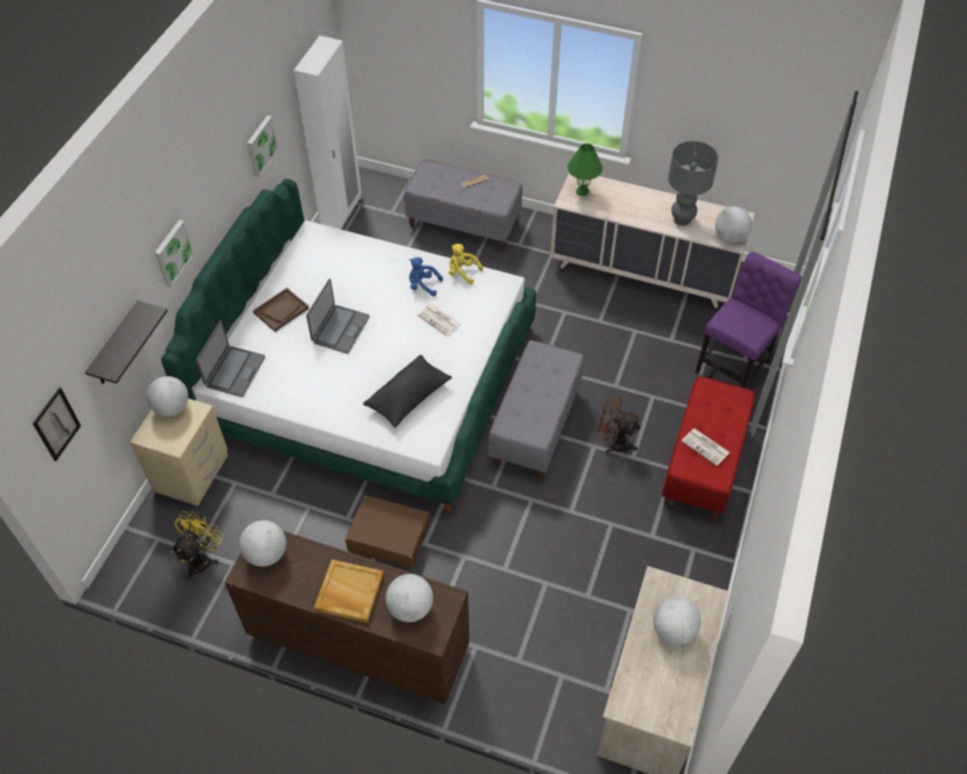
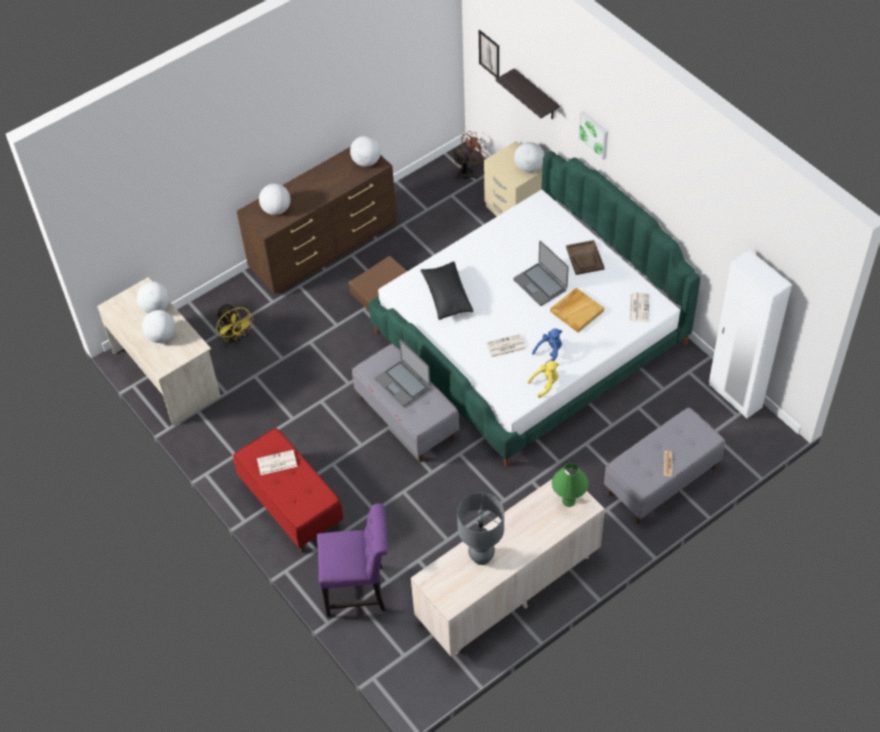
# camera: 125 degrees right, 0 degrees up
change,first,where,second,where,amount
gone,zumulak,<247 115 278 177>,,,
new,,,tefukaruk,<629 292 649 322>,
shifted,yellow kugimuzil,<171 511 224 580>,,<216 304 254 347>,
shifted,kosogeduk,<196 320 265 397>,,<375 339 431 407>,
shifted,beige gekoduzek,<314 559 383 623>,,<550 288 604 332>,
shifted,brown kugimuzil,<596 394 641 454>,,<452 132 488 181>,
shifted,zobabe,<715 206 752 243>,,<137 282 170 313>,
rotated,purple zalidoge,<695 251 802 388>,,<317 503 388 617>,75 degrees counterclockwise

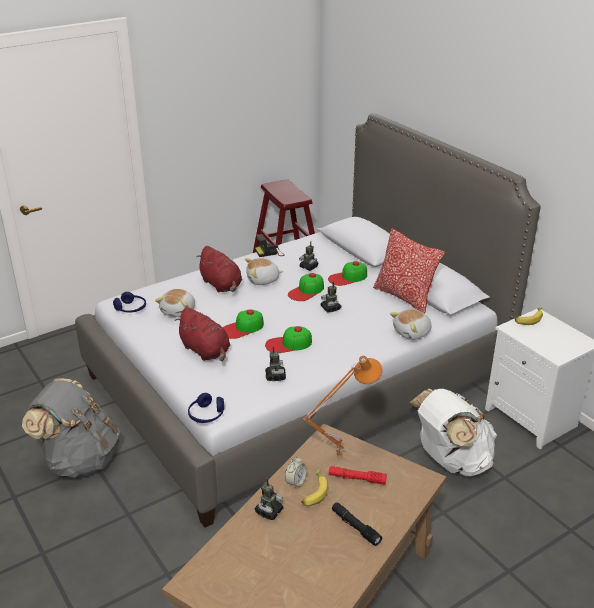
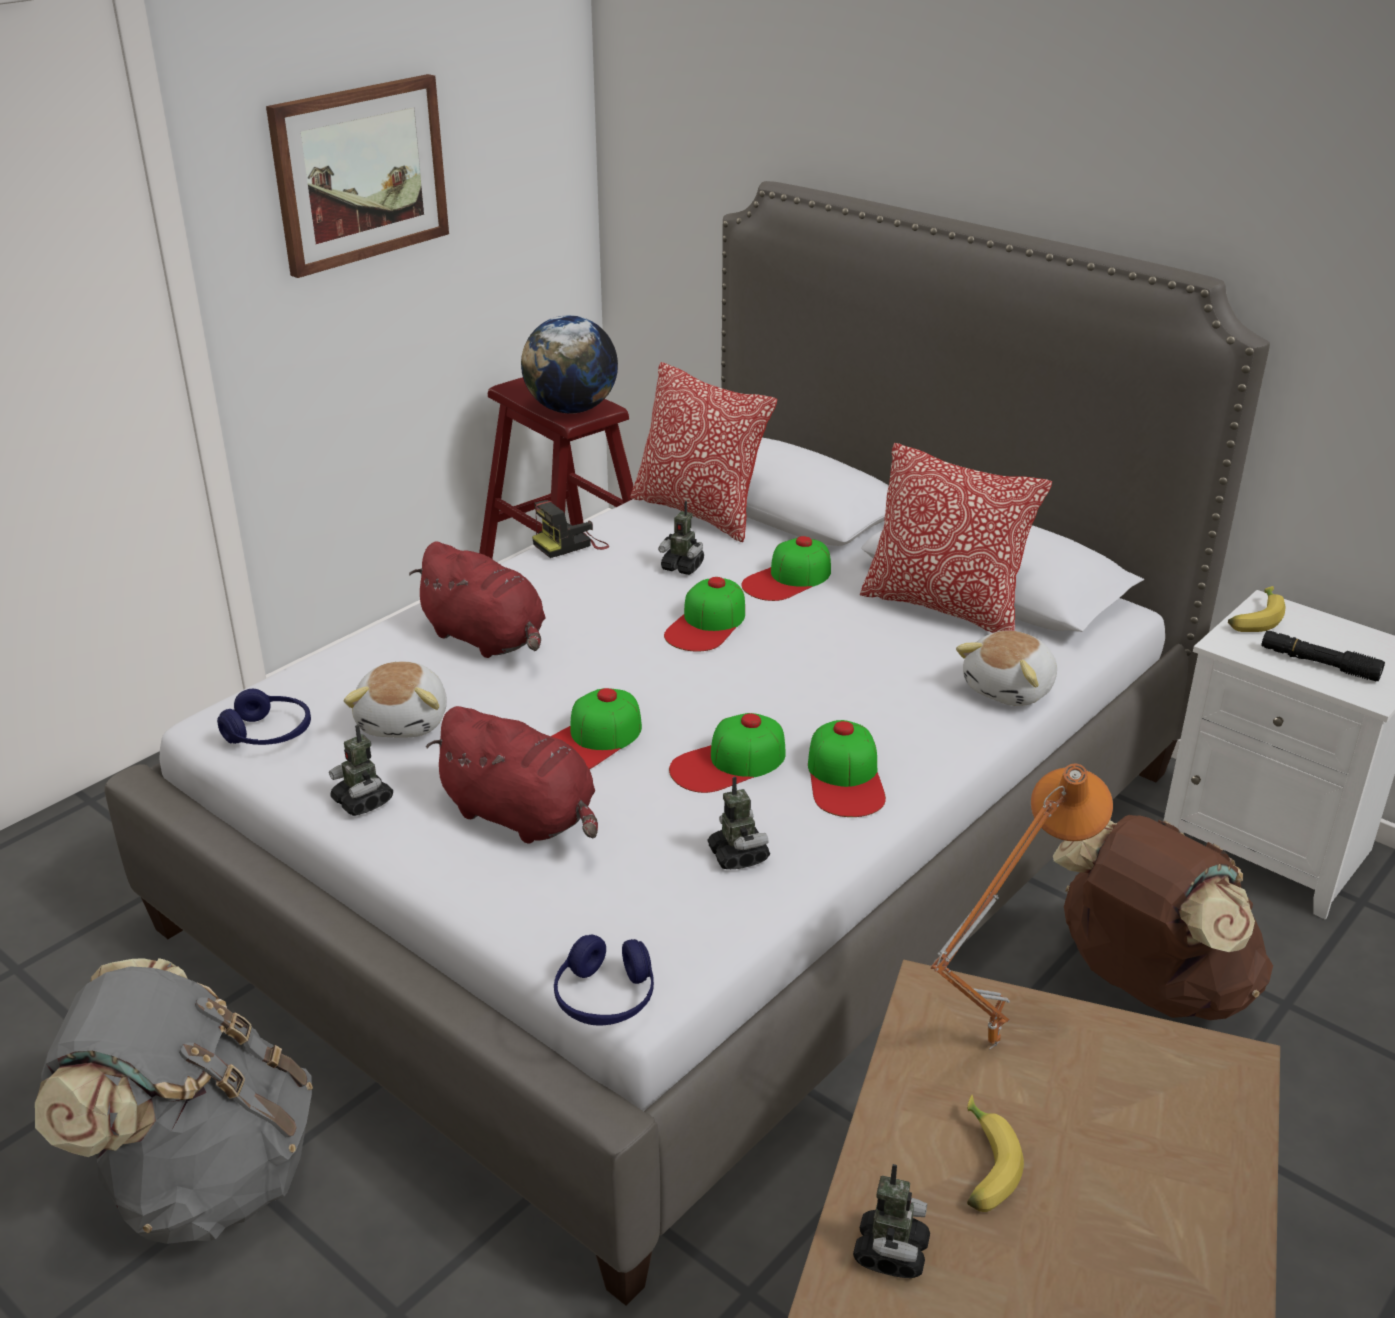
# camera: 15 degrees left, 0 degrees up
change,first,where,second,where,amount
gone,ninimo,<245 258 283 285>,,,
gone,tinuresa,<285 456 307 489>,,,
gone,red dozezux,<329 466 387 485>,,,
new,,,zumulak,<266 74 449 278>,
new,,,zobabe,<521 315 618 414>,
new,,,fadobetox,<630 362 777 543>,
new,,,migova,<808 720 886 817>,
shifted,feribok,<320 281 342 313>,,<329 725 393 816>,
shifted,black dozezux,<332 502 382 546>,,<1262 631 1385 681>,
repainted,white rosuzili,<410 389 497 476>,brown rosuzili,<1053 815 1273 1020>,

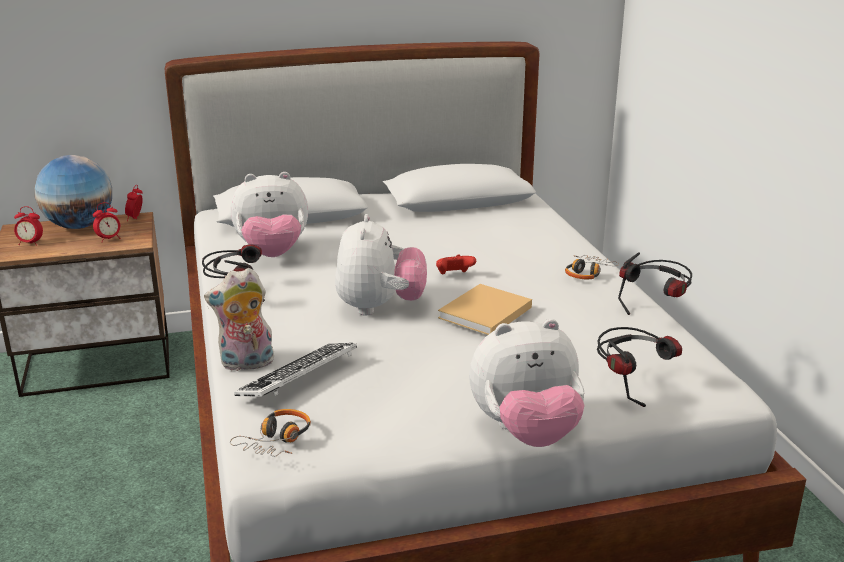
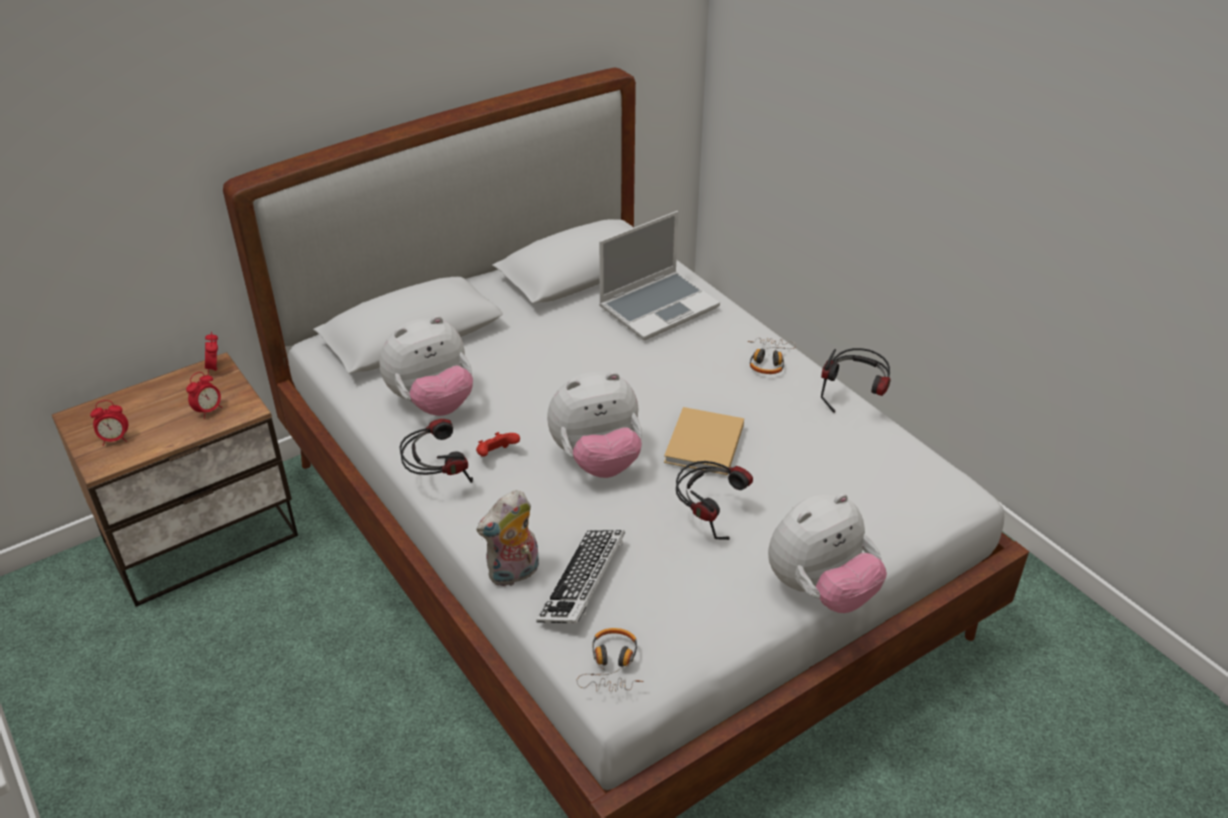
# camera: 20 degrees left, 15 degrees up
change,first,where,second,where,amount
gone,zobabe,<34 155 112 229>,,,
new,,,kosogeduk,<599 211 720 340>,
shifted,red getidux,<436 254 476 274>,,<476 432 520 457>,
shifted,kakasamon,<597 327 682 407>,,<676 461 753 540>,
rotated,ninimo,<335 214 427 316>,,<547 372 642 478>,90 degrees clockwise

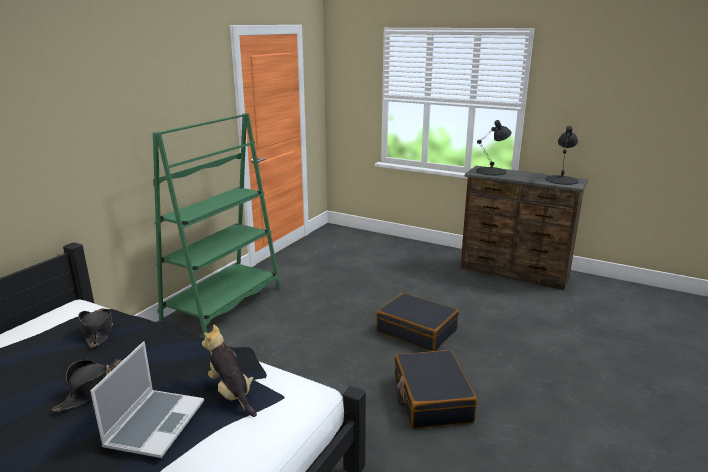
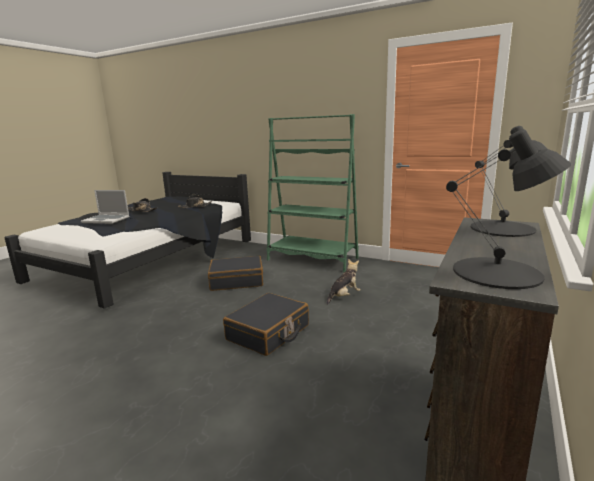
# camera: 90 degrees right, 5 degrees down
change,first,where,second,where,amount
shifted,ninimo,<202 325 257 417>,,<327 259 361 305>,
shifted,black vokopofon,<395 350 477 428>,,<208 256 263 291>,

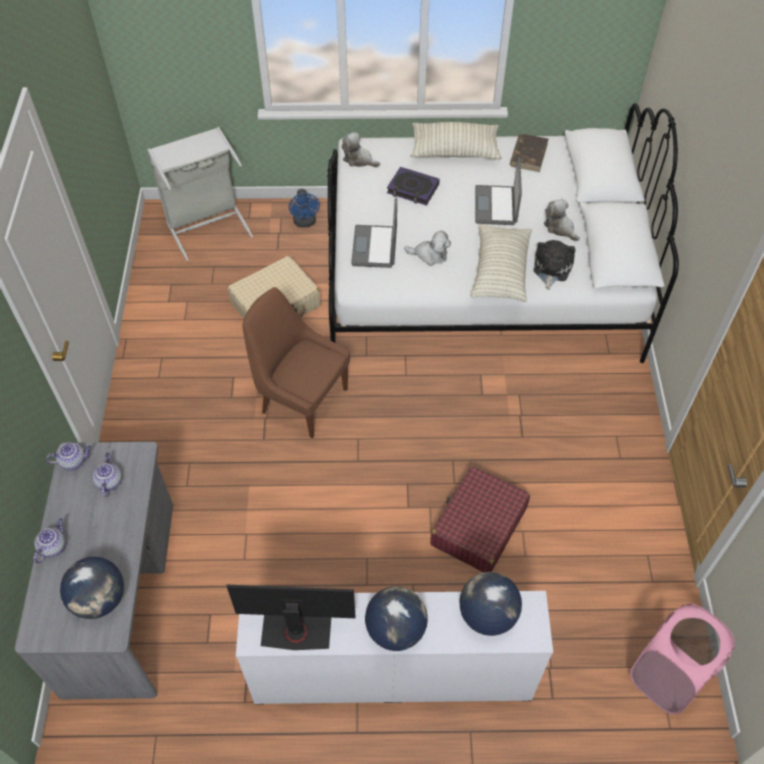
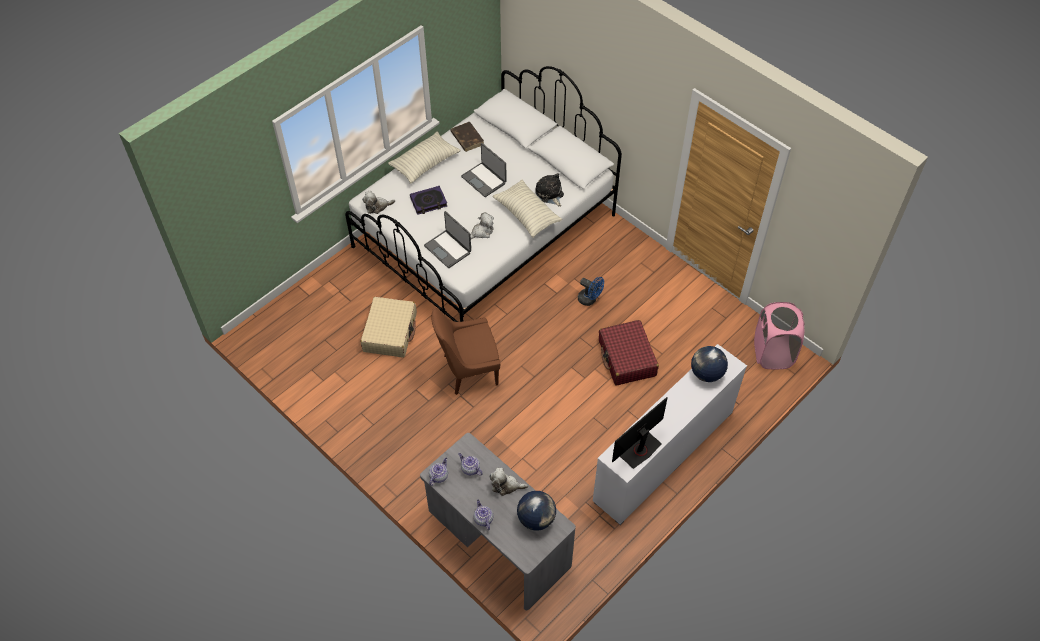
# camera: 45 degrees left, 0 degrees up
change,first,where,second,where,amount
gone,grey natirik,<147 127 253 261>,,,
gone,zobabe,<365 586 428 651>,,,
shifted,blue kugimuzil,<289 189 320 228>,,<578 277 604 306>,
shifted,ninimo,<544 199 580 241>,,<490 468 528 496>,

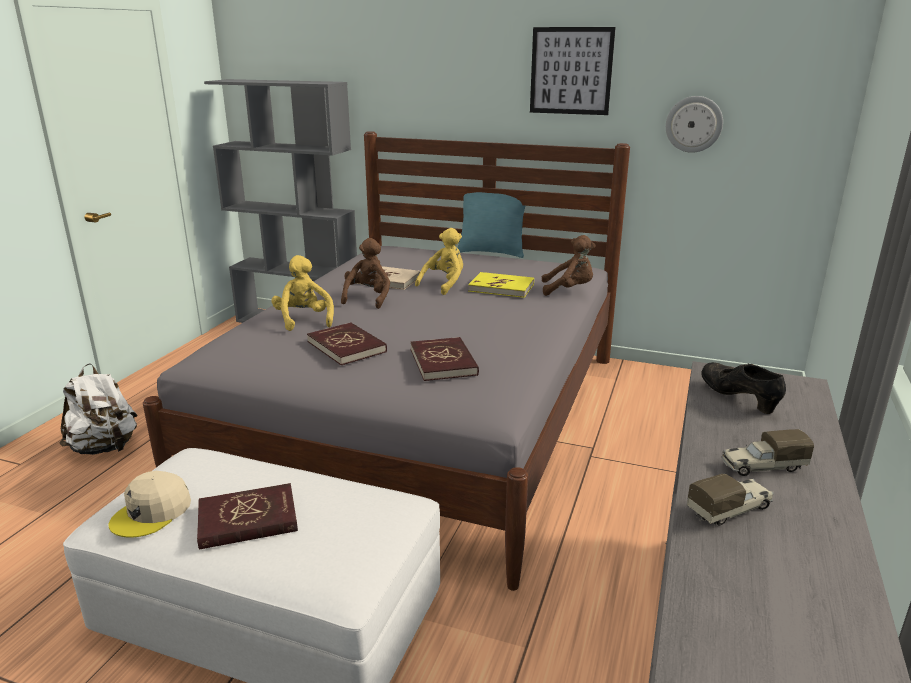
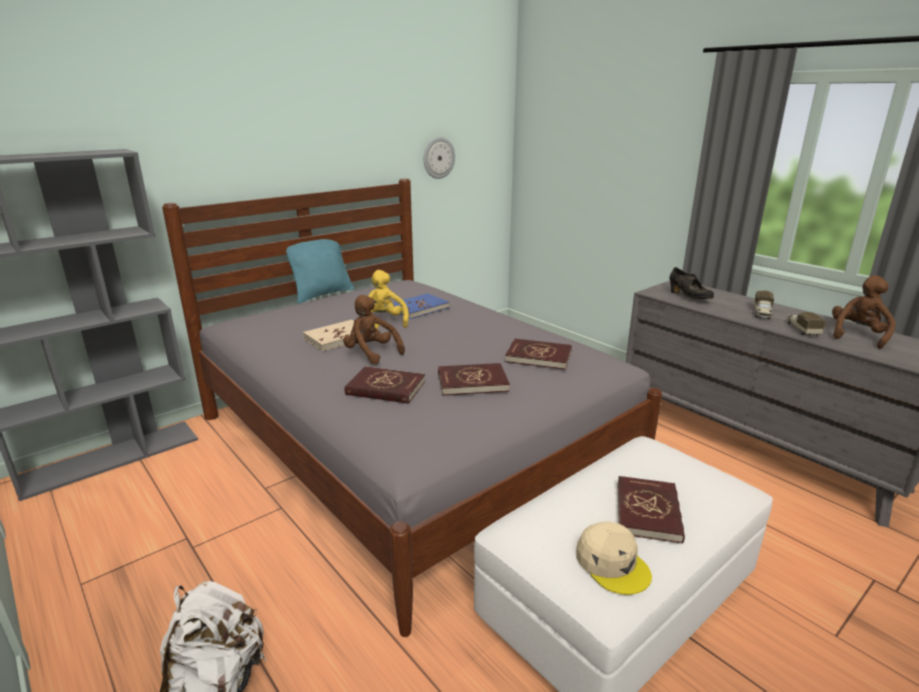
# camera: 60 degrees left, 0 degrees up
change,first,where,second,where,amount
gone,zumulak,<530 27 616 115>,,,
shifted,brown ninimo,<542 235 595 296>,,<832 275 896 349>,
swapped,yellow ninimo,<272 255 334 331>,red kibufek,<344 366 425 404>,
repainted,yellow kibufek,<468 272 534 298>,blue kibufek,<393 293 449 319>,
rotated,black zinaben,<701 362 786 414>,,<669 267 714 299>,120 degrees counterclockwise

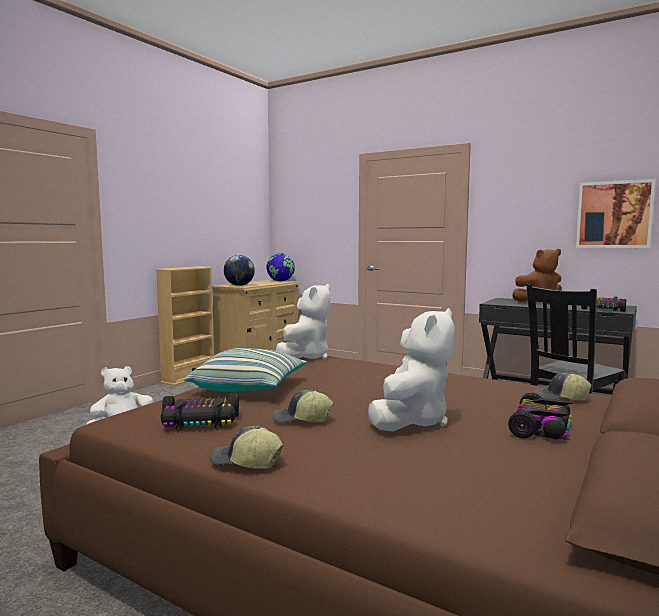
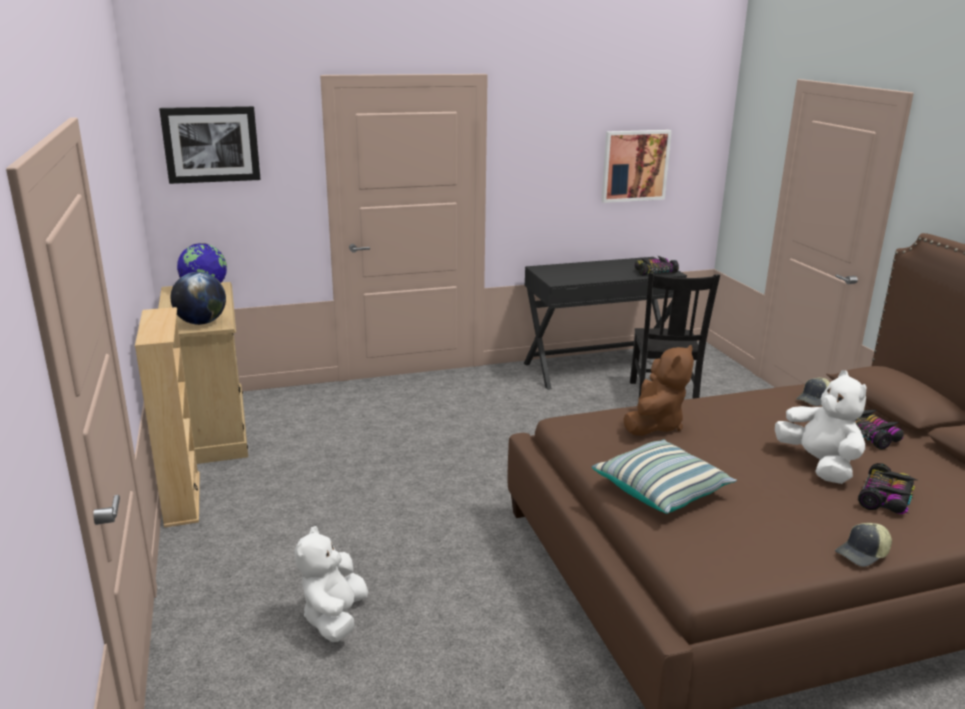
# camera: 50 degrees left, 15 degrees up
change,first,where,second,where,amount
gone,migova,<272 390 333 423>,,,
gone,white ninimo,<276 284 331 359>,,,
new,,,zumulak,<159 106 261 184>,
shifted,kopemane,<161 393 239 433>,,<858 463 917 514>,
shifted,brown ninimo,<512 249 562 304>,,<623 345 694 436>,

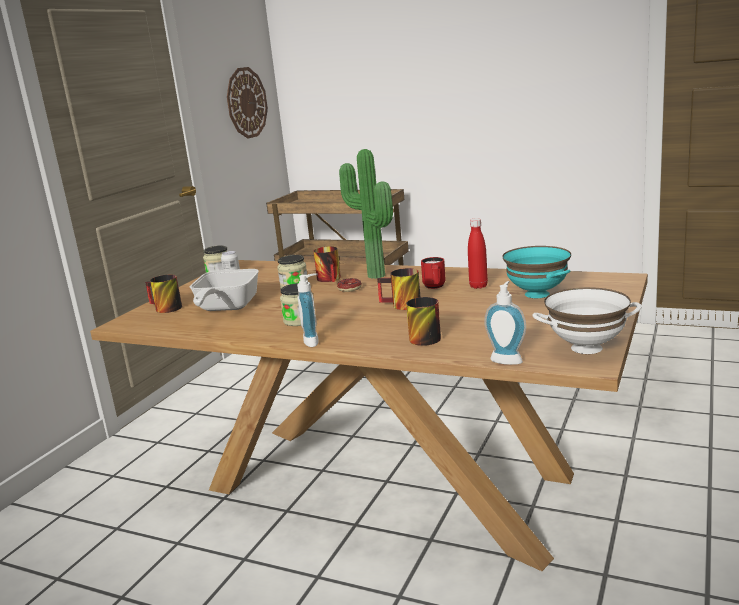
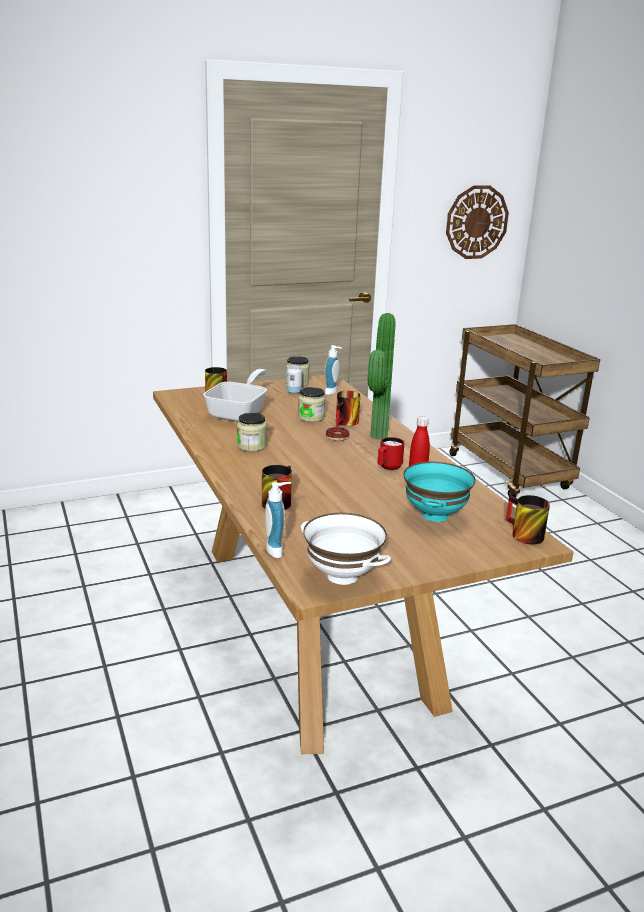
# camera: 40 degrees right, 5 degrees up
change,first,where,second,where,amount
shifted,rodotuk,<297 274 319 347>,,<325 345 342 395>,
shifted,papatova,<377 268 420 310>,,<506 495 550 545>,
rotated,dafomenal,<190 269 259 311>,,<203 369 267 422>,150 degrees clockwise

